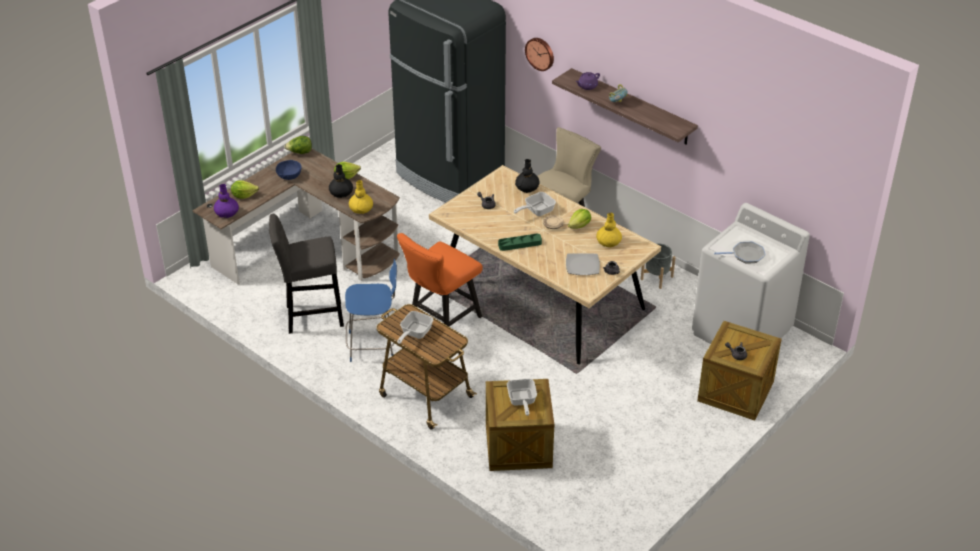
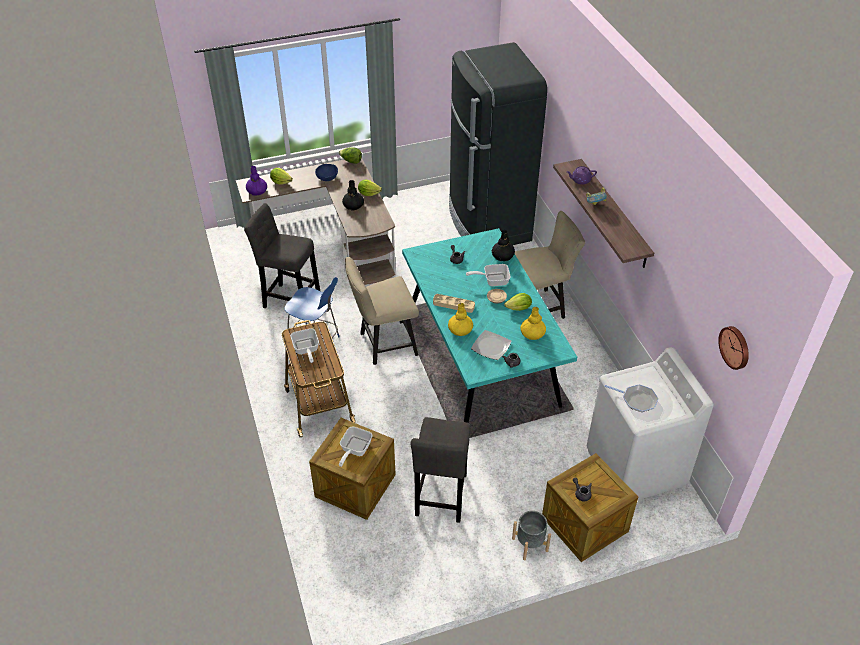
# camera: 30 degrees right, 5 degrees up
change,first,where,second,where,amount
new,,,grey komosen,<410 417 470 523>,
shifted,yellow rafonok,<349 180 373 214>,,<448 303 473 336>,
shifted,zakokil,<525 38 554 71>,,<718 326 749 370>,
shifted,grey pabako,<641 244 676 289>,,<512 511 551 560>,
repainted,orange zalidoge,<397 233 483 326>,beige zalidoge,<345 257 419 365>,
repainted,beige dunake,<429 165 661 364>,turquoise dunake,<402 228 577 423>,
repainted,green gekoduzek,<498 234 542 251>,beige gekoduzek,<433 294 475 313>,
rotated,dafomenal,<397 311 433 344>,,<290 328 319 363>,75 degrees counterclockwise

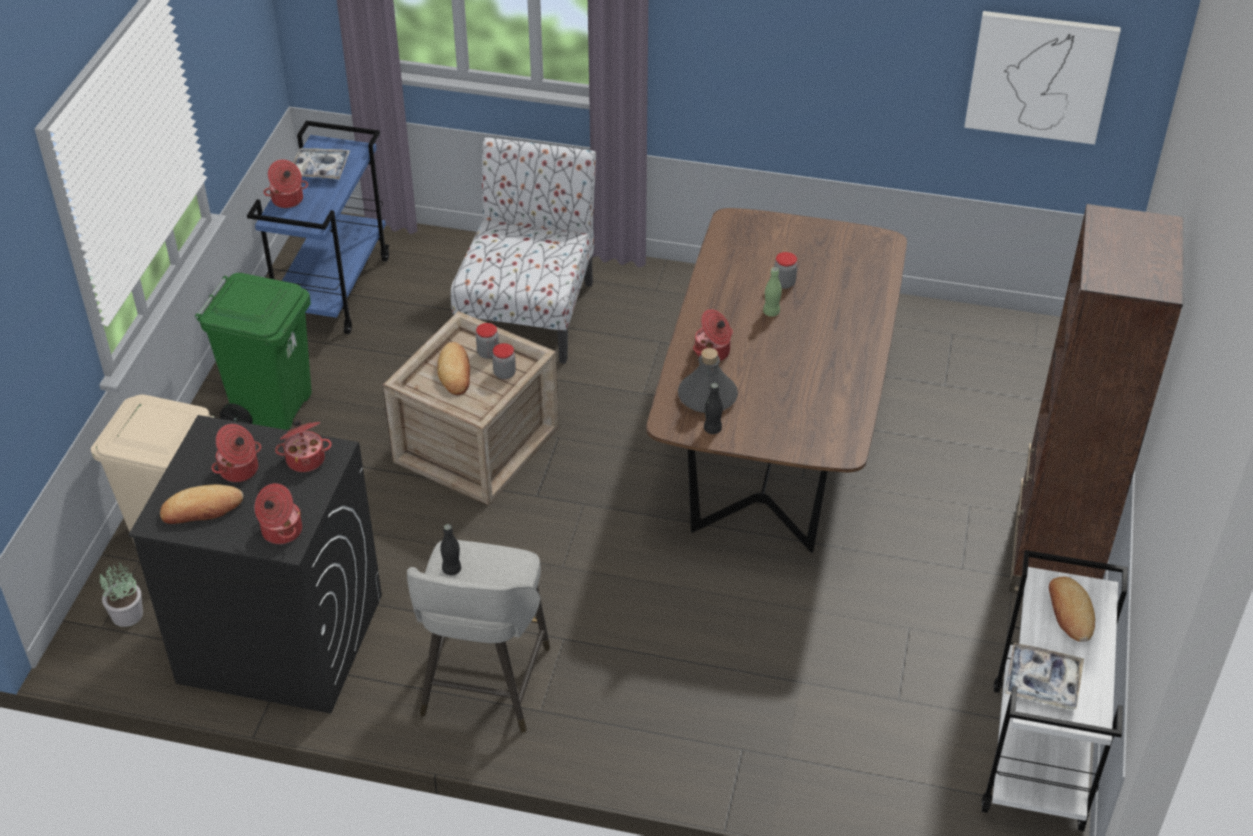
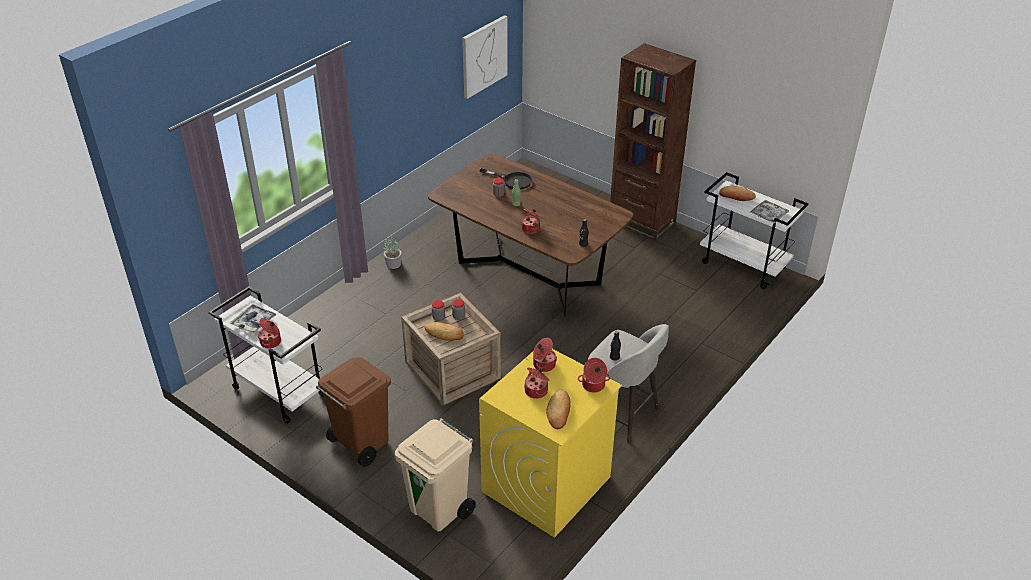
# camera: 65 degrees left, 5 degrees down
change,first,where,second,where,amount
gone,zalidoge,<451 137 596 364>,,,
gone,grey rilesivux,<678 348 738 413>,,,
new,,,black dafomenal,<479 168 533 190>,
shifted,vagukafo,<100 563 143 627>,,<384 238 402 269>,
repainted,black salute,<128 415 382 714>,yellow salute,<479 349 622 538>,
repainted,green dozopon,<195 273 312 430>,brown dozopon,<316 357 391 467>,
repainted,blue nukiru,<247 121 389 334>,white nukiru,<209 286 324 424>,

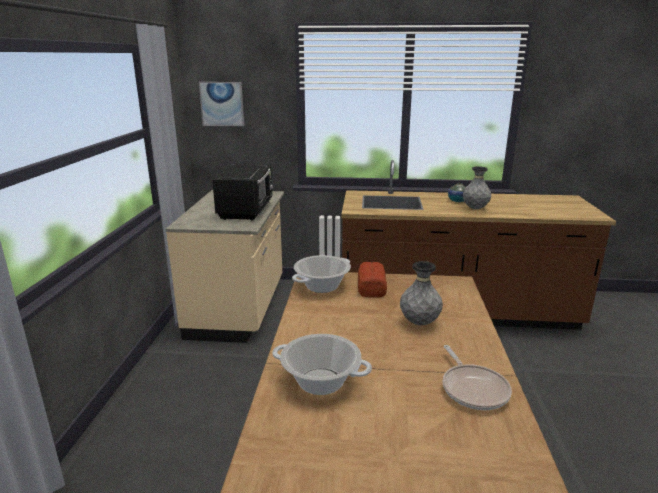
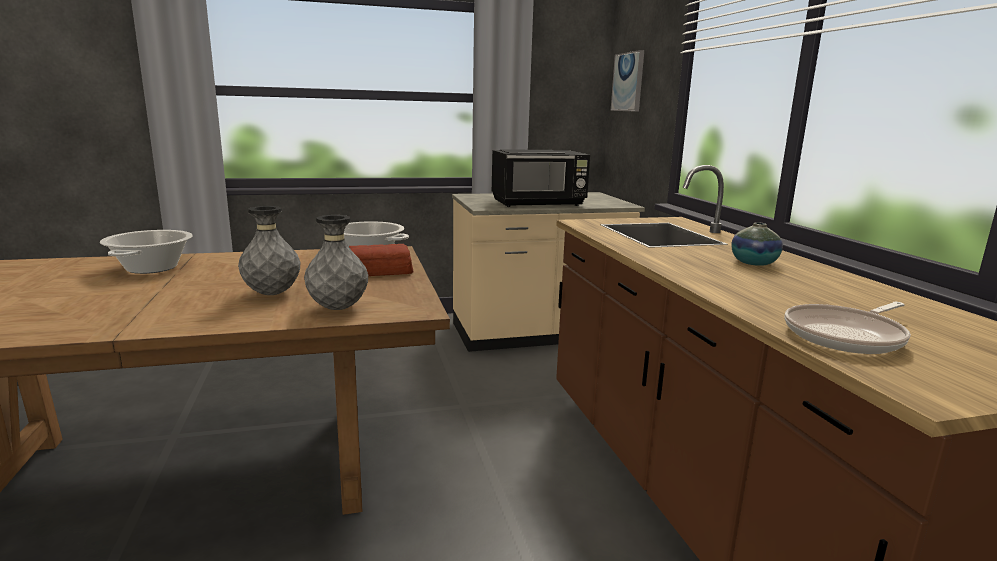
# camera: 70 degrees right, 5 degrees down
change,first,where,second,where,amount
shifted,dafomenal,<443 345 512 410>,,<784 302 911 354>,
shifted,grey rafonok,<463 166 491 209>,,<304 215 368 310>,

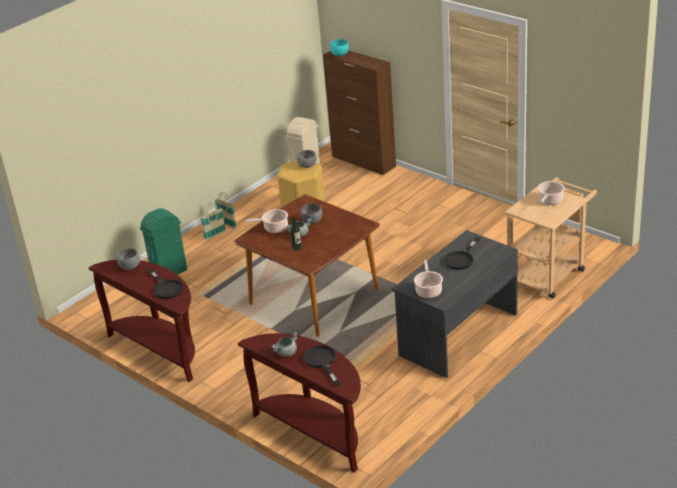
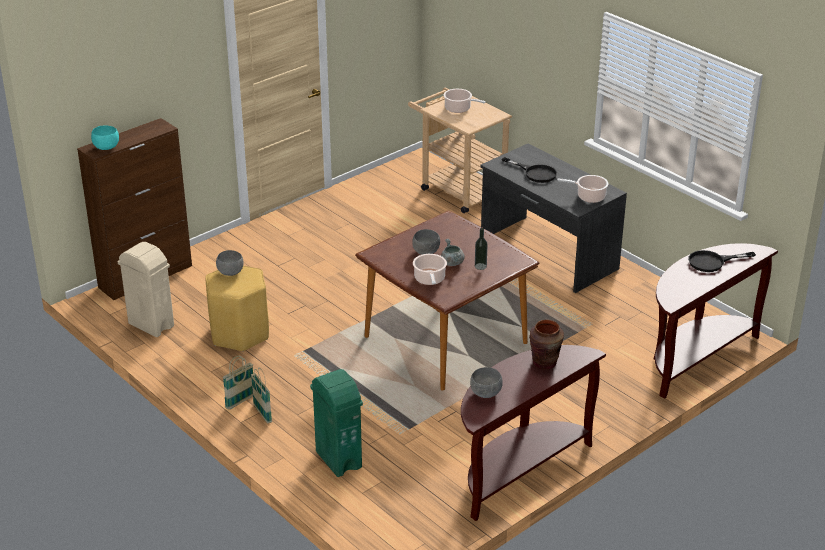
# camera: 85 degrees left, 0 degrees up
change,first,where,second,where,amount
gone,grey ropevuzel,<271 332 298 357>,,,
swapped,black dafomenal,<147 268 184 299>,brown rafonok,<529 320 564 370>,

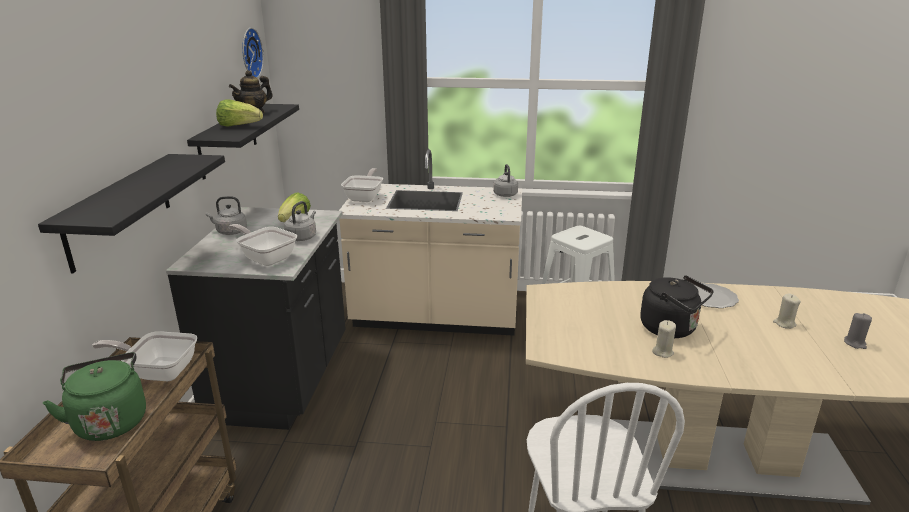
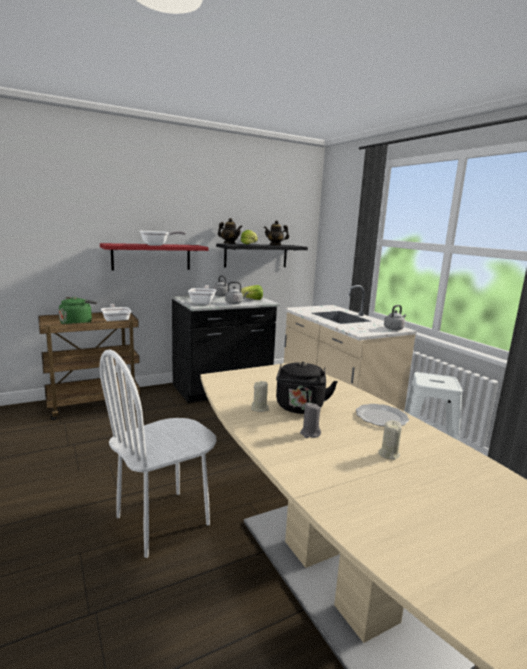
# camera: 55 degrees right, 10 degrees down
change,first,where,second,where,amount
gone,zakokil,<242 28 264 78>,,,
new,,,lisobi,<218 218 242 244>,
shifted,dafomenal,<341 168 383 202>,,<140 231 186 246>,
shifted,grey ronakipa,<844 313 872 349>,,<300 403 321 438>,
repainted,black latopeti,<38 154 225 273>,red latopeti,<100 243 209 271>,

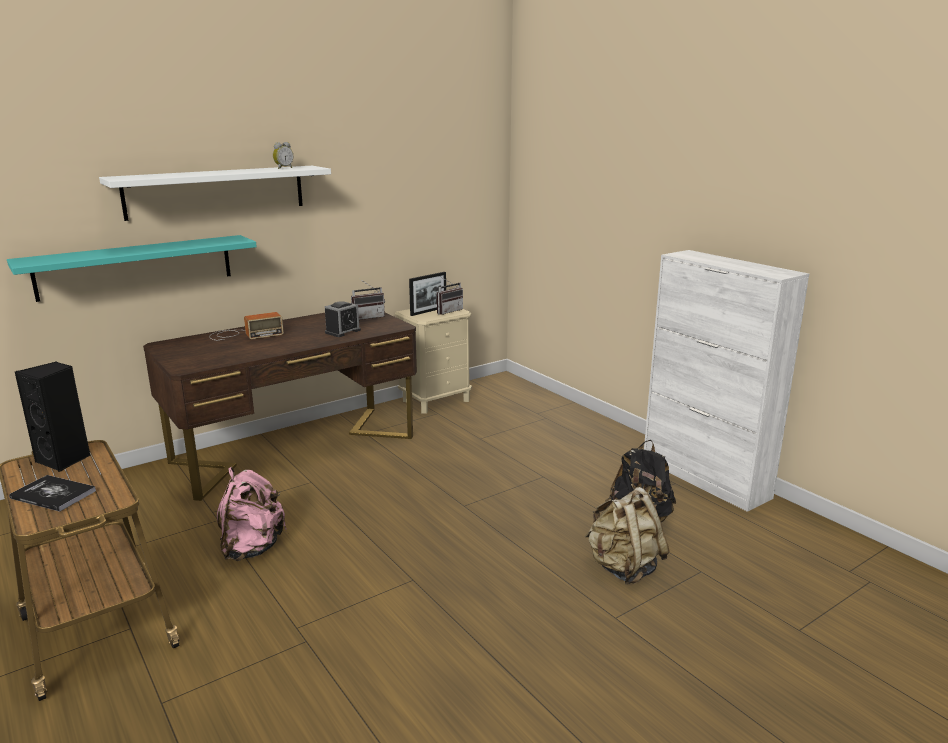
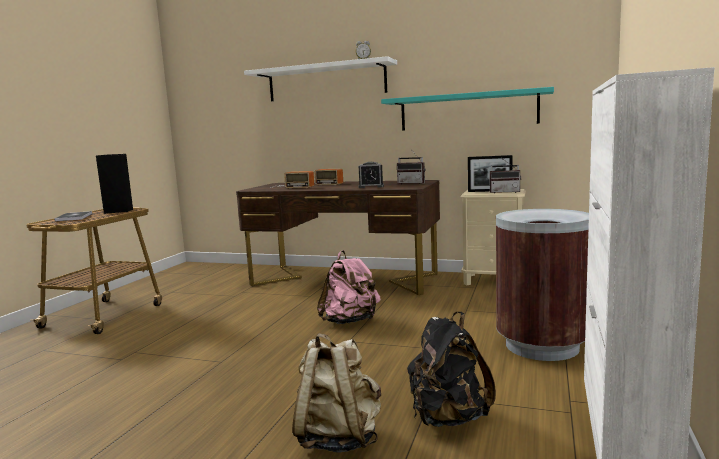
# camera: 55 degrees right, 10 degrees down
change,first,where,second,where,amount
new,,,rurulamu,<270 171 314 188>,
new,,,brown dozopon,<496 209 589 361>,
shifted,turquoise latopeti,<7 235 257 302>,,<381 87 554 131>,
shifted,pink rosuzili,<217 467 287 561>,,<317 250 381 324>,

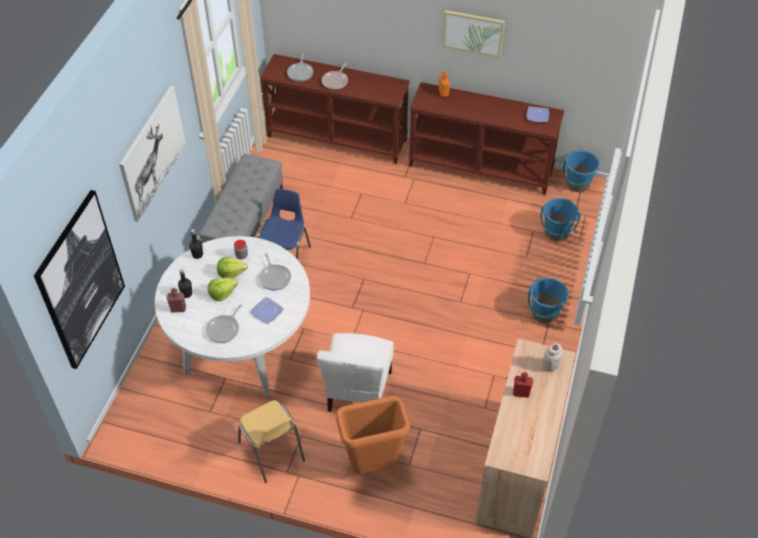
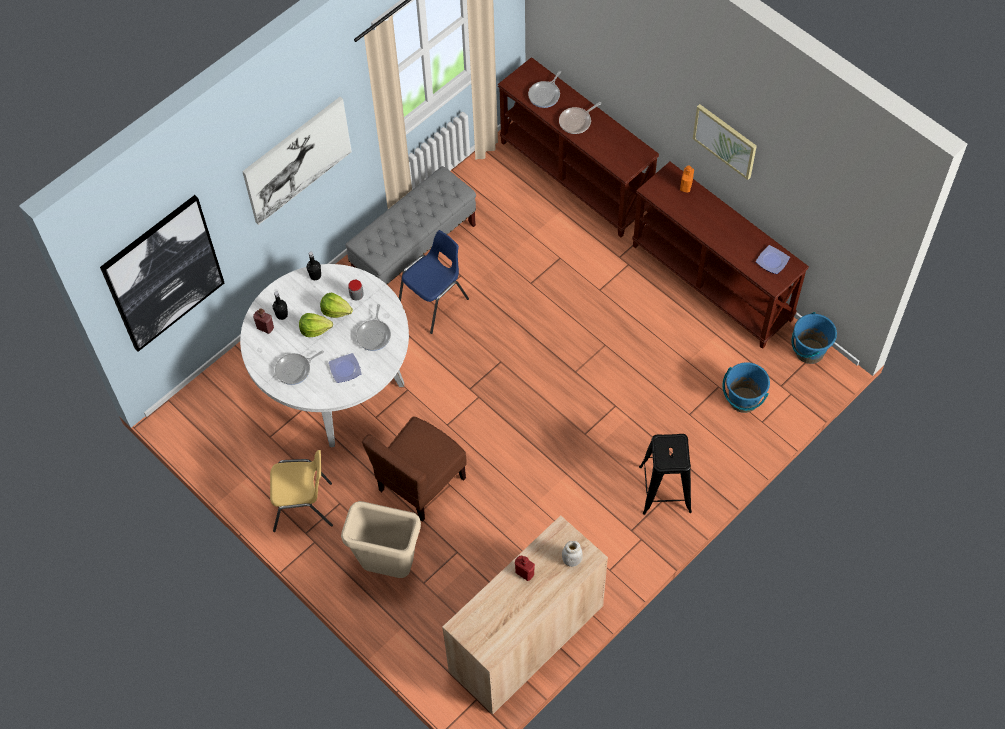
# camera: 30 degrees right, 10 degrees up
change,first,where,second,where,amount
swapped,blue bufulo,<528 278 569 323>,black komosen,<639 434 692 515>,
repainted,white zalidoge,<317 333 394 412>,brown zalidoge,<362 416 467 522>,
repainted,orange dozopon,<336 396 410 474>,beige dozopon,<341 501 421 578>,
rotated,yellow zalidoge,<238 400 305 483>,,<270 450 333 532>,90 degrees counterclockwise

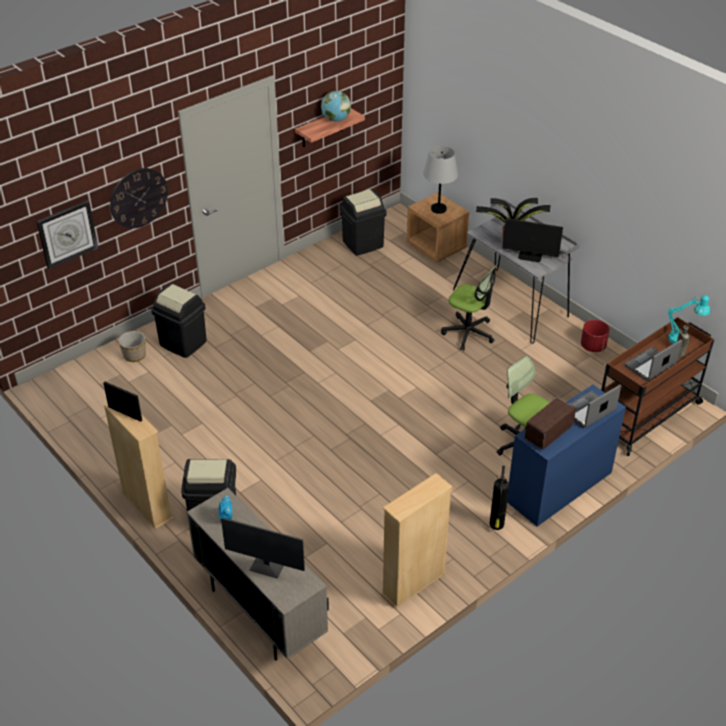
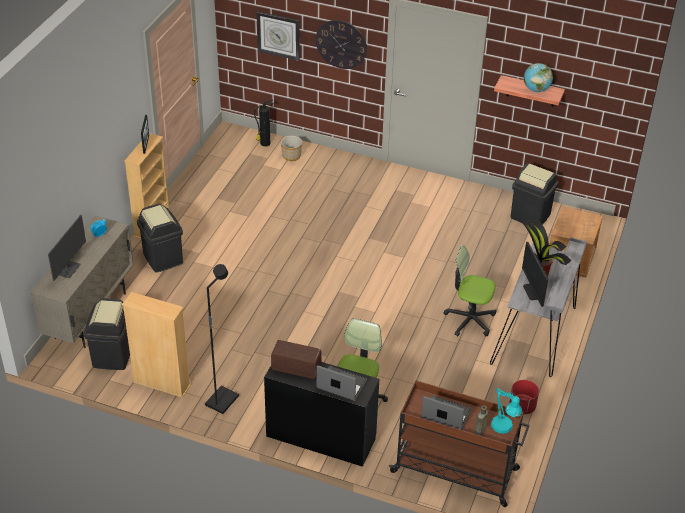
# camera: 60 degrees right, 0 degrees up
change,first,where,second,where,amount
gone,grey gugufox,<423 146 458 214>,,,
new,,,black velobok,<205 264 239 414>,
shifted,black dozopon,<151 283 207 358>,,<84 299 130 370>,
shifted,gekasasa,<490 466 509 530>,,<254 100 273 147>,
repainted,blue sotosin,<507 385 626 526>,black sotosin,<264 362 379 467>,
rotated,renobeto,<221 517 305 578>,,<48 215 86 281>,150 degrees counterclockwise
rotated,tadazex,<441 264 498 351>,,<443 245 496 336>,105 degrees clockwise

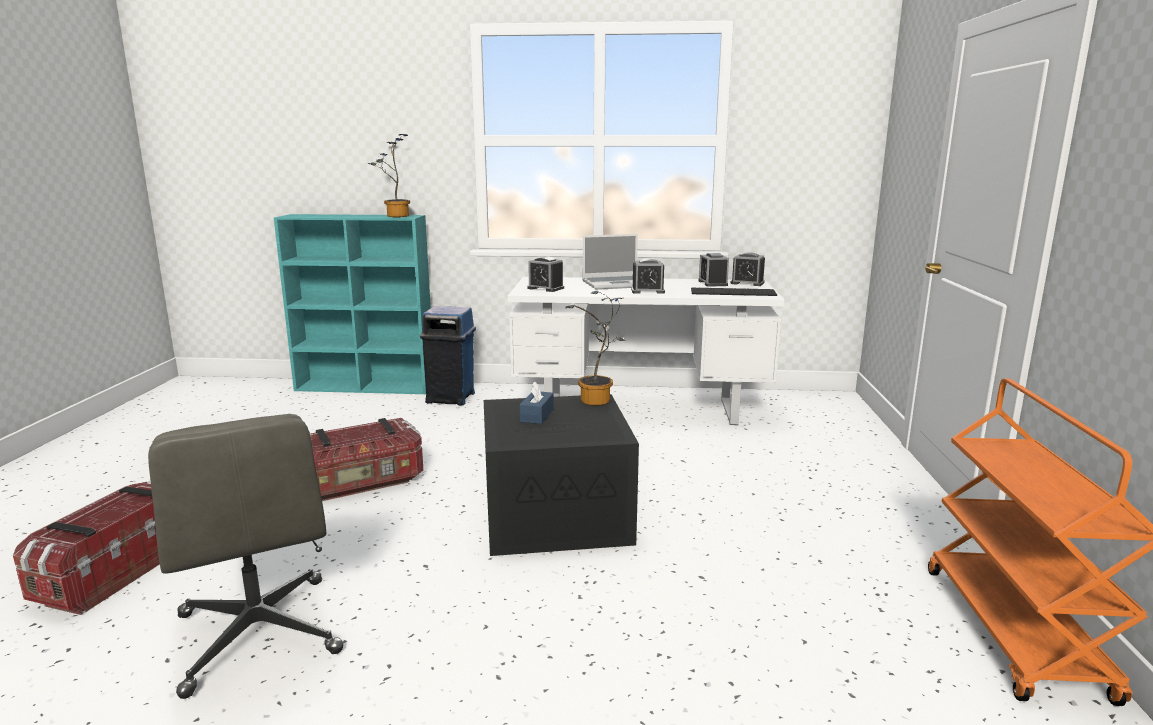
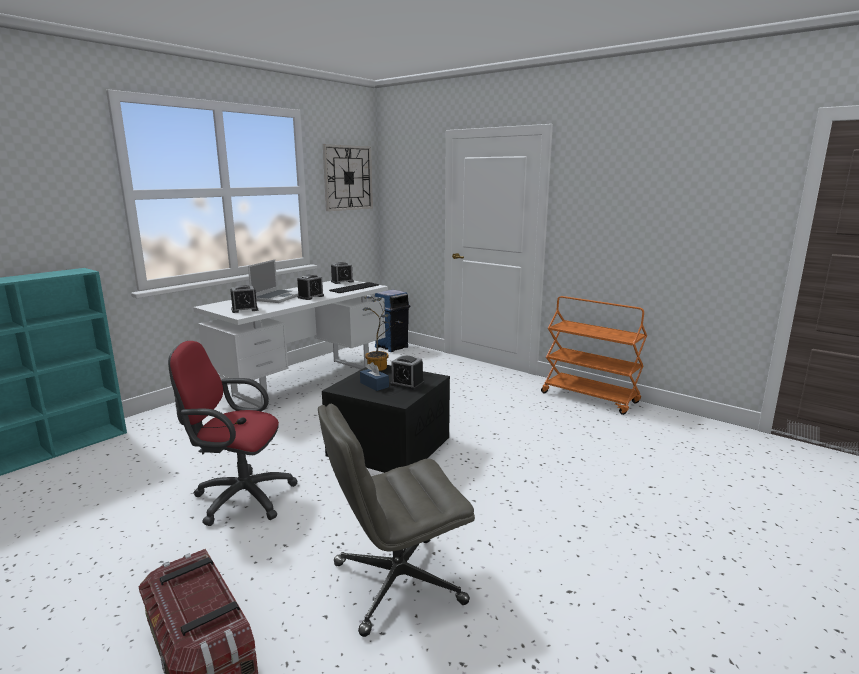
# camera: 55 degrees left, 0 degrees up
change,first,where,second,where,amount
gone,vagukafo,<368 134 410 217>,,,
new,,,zakokil,<323 144 373 211>,
shifted,blue dozopon,<420 306 476 406>,,<375 290 410 352>,
shifted,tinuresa,<699 253 729 287>,,<390 355 424 390>,
swapped,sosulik,<310 418 424 501>,red tadazex,<168 341 298 526>,
rotated,grey tadazex,<148 414 343 699>,,<318 404 475 637>,150 degrees clockwise

